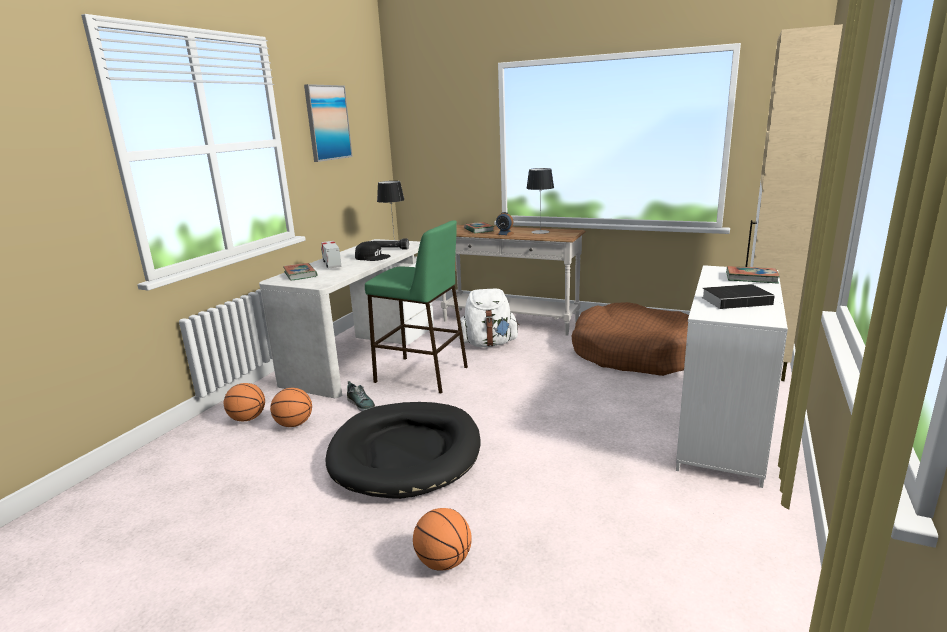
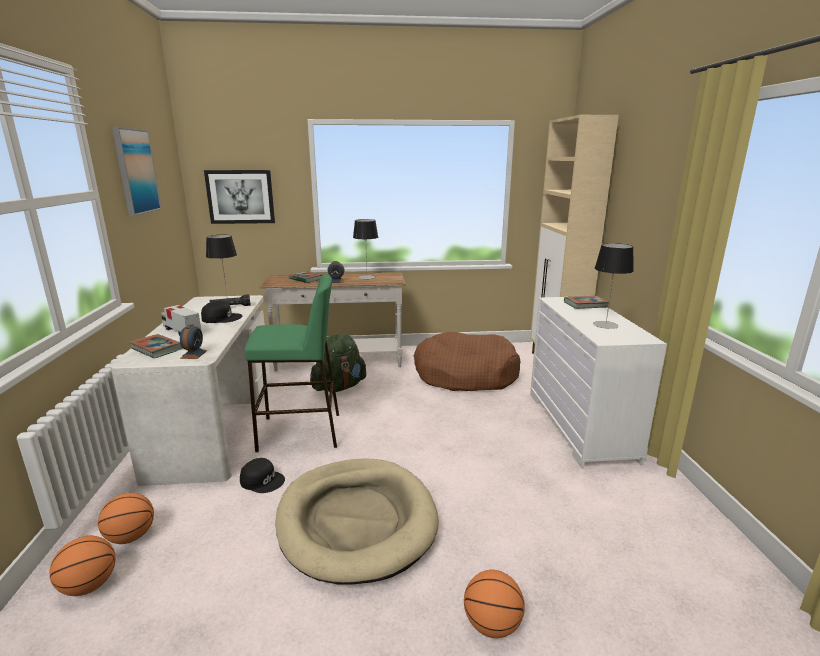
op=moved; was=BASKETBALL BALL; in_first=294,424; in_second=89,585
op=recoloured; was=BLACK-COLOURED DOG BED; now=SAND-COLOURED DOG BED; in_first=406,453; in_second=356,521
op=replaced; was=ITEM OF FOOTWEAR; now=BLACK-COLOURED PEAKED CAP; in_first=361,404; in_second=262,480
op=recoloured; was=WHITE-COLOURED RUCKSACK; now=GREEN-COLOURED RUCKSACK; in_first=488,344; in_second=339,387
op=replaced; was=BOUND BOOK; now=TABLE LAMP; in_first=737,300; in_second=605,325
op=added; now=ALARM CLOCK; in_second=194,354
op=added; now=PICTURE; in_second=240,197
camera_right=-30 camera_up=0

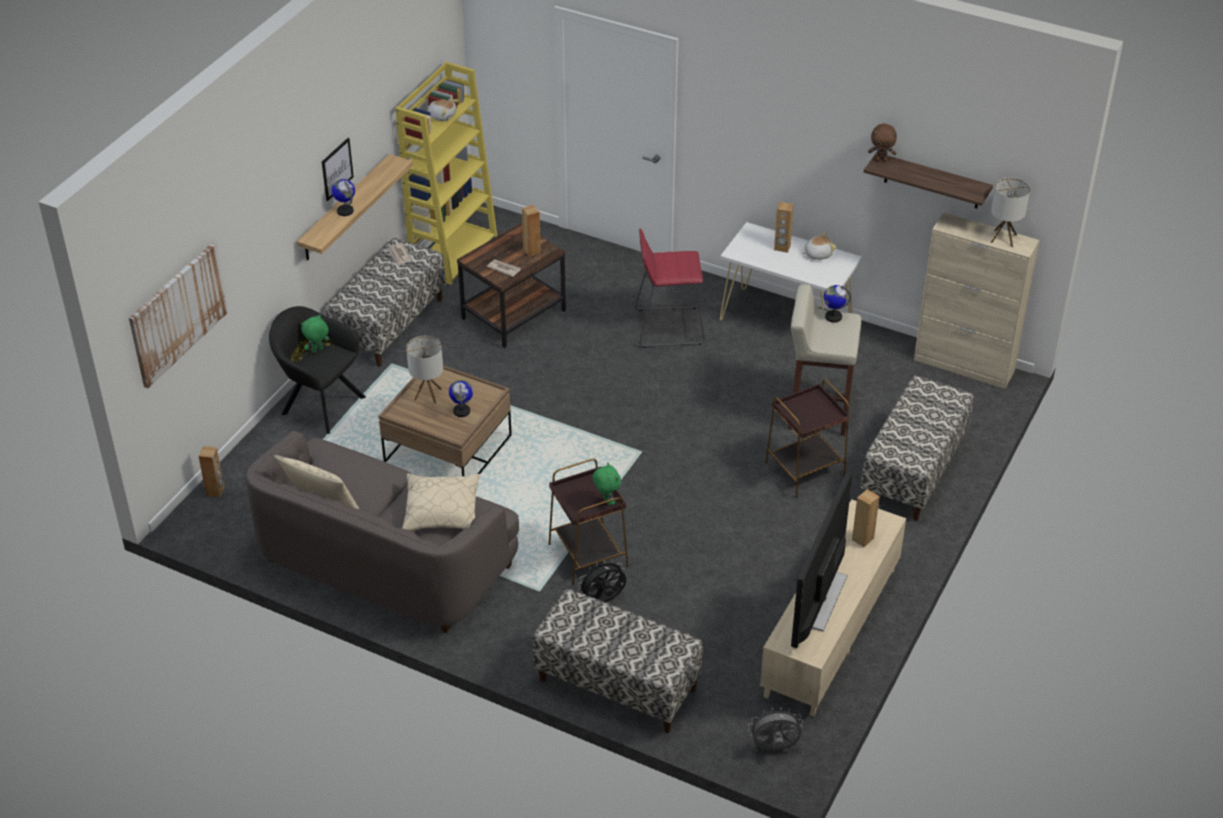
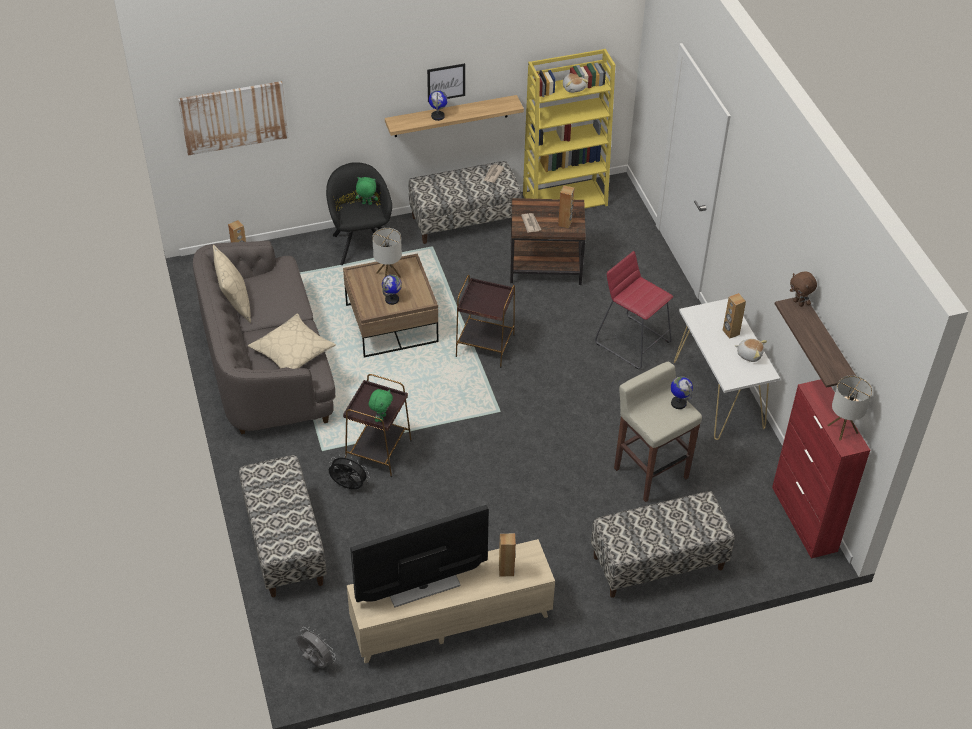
op=moved; was=BROWNISH END TABLE; in_first=805,470; in_second=485,346
op=recoloured; was=SAND-COLOURED CABINET; now=REDDISH CABINET; in_first=964,365; in_second=804,519
camera_right=45 camera_up=5

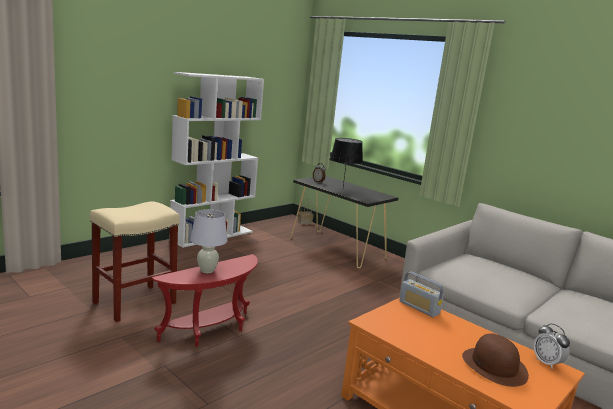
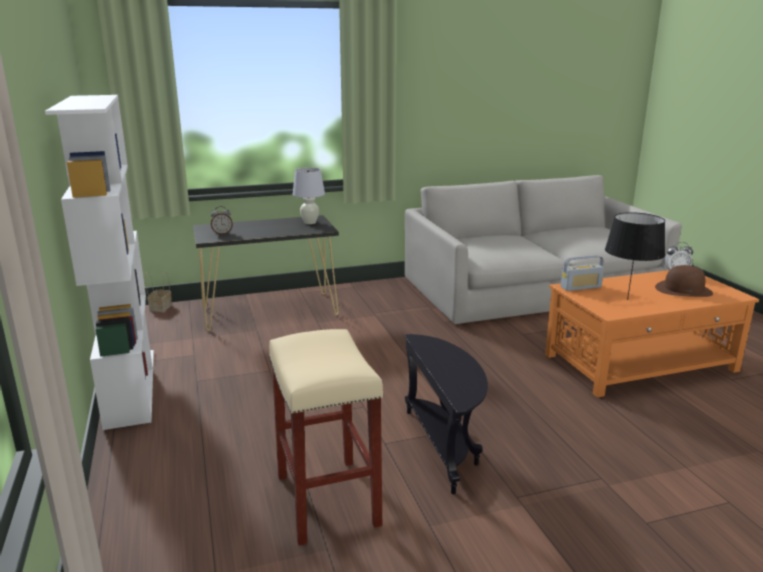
op=recoloured; was=REDDISH END TABLE; now=BLACK-COLOURED END TABLE; in_first=211,331; in_second=444,446
op=moved; was=WHITE-COLOURED TABLE LAMP; in_first=207,270; in_second=309,222
op=moved; was=BLACK-COLOURED TABLE LAMP; in_first=342,189; in_second=627,299
camera_right=-60 camera_up=5

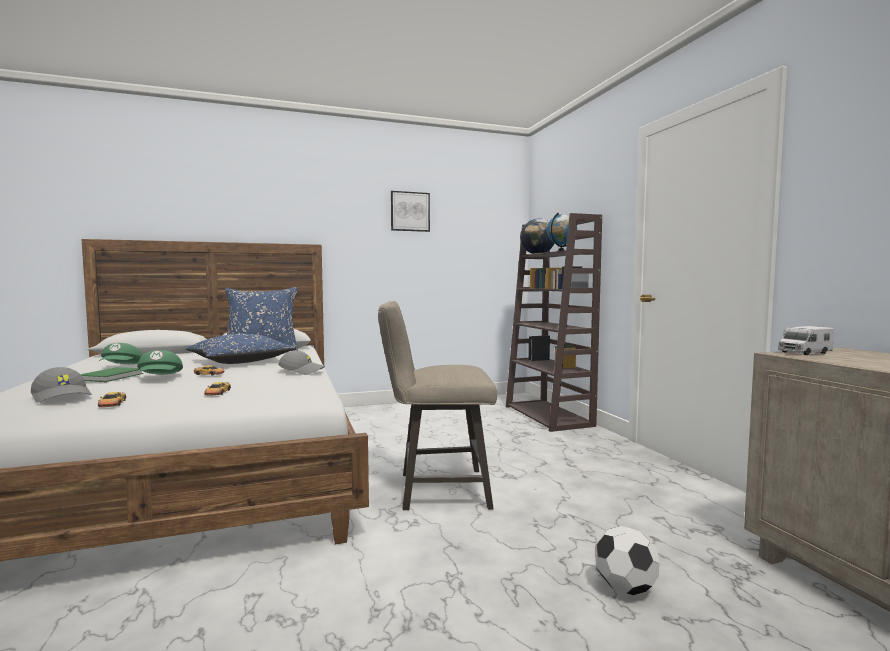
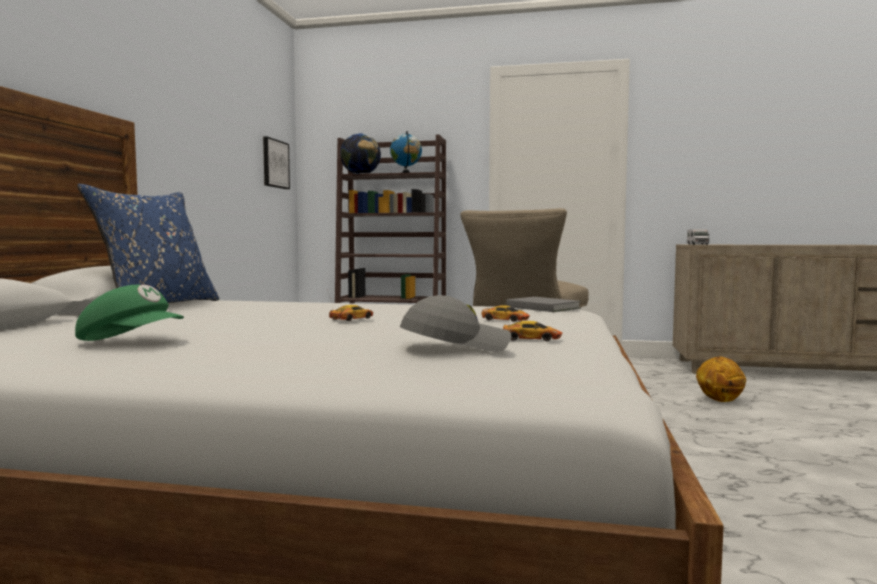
op=removed; was=GREEN-COLOURED BOUND BOOK; in_first=113,376
op=removed; was=GREEN-COLOURED PEAKED CAP; in_first=161,378
op=removed; was=BLUE-COLOURED PILLOW; in_first=240,362
op=removed; was=GREY PEAKED CAP; in_first=302,371
op=moved; was=PICTURE; in_first=410,211; in_second=275,164
op=replaced; was=FOOTBALL BALL; now=BASKETBALL BALL; in_first=625,588; in_second=719,400
op=added; now=GREY BOUND BOOK; in_second=542,307
camera_right=-60 camera_up=0

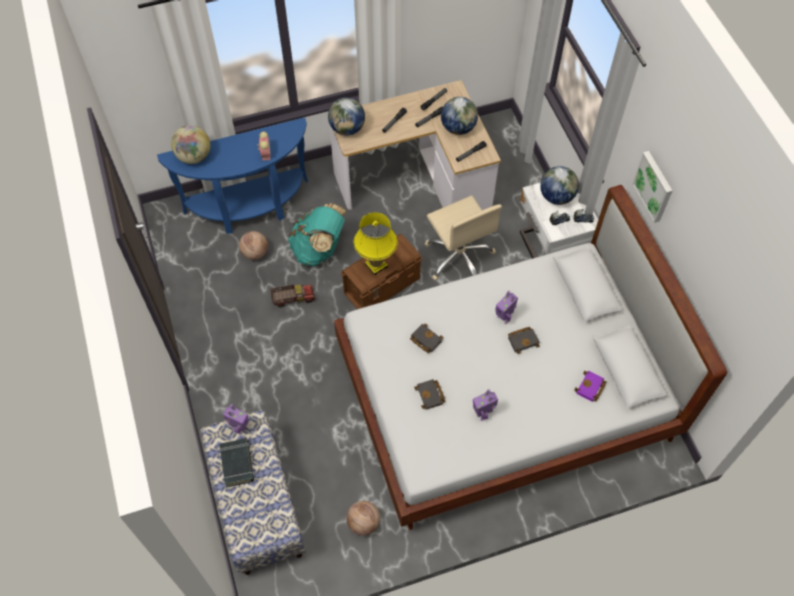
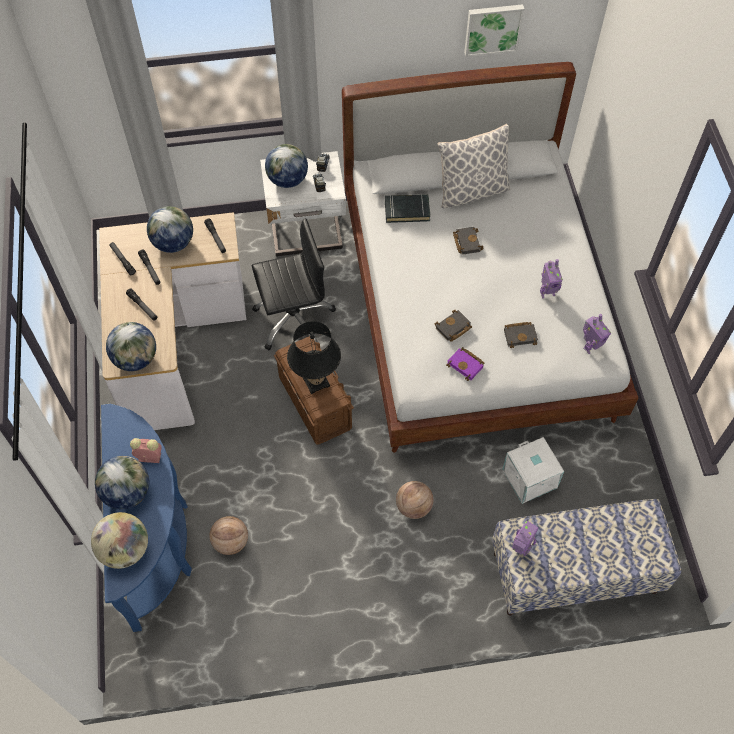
op=moved; was=BLACK-COLOURED BOUND BOOK; in_first=237,464; in_second=407,210
op=removed; was=TOY TRUCK; in_first=293,298
op=removed; was=TURQUOISE-COLOURED RUCKSACK; in_first=319,249
op=moved; was=BASKETBALL BALL; in_first=363,522; in_second=413,507
op=recoloured; was=YELLOW-COLOURED TABLE LAMP; now=BLACK-COLOURED TABLE LAMP; in_first=376,265; in_second=316,382
op=recoloured; was=SAND-COLOURED DESK CHAIR; now=BLACK-COLOURED DESK CHAIR; in_first=459,257; in_second=294,319
op=moved; was=ROBOT FIGURE; in_first=504,317; in_second=590,347
op=moved; was=PURPLE BOUND BOOK; in_first=590,388; in_second=466,365
op=moved; was=PICTURE; in_first=654,186; in_second=492,28
op=added; now=WORLD GLOBE; in_second=127,493
op=added; now=PILLOW; in_second=472,191
op=added; now=WHITE-COLOURED STORAGE BIN; in_second=530,478
camera_right=-80 camera_up=0

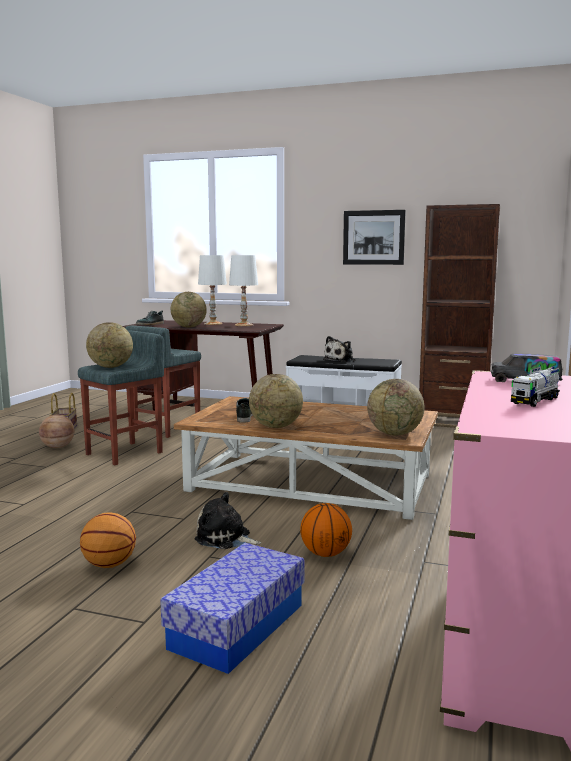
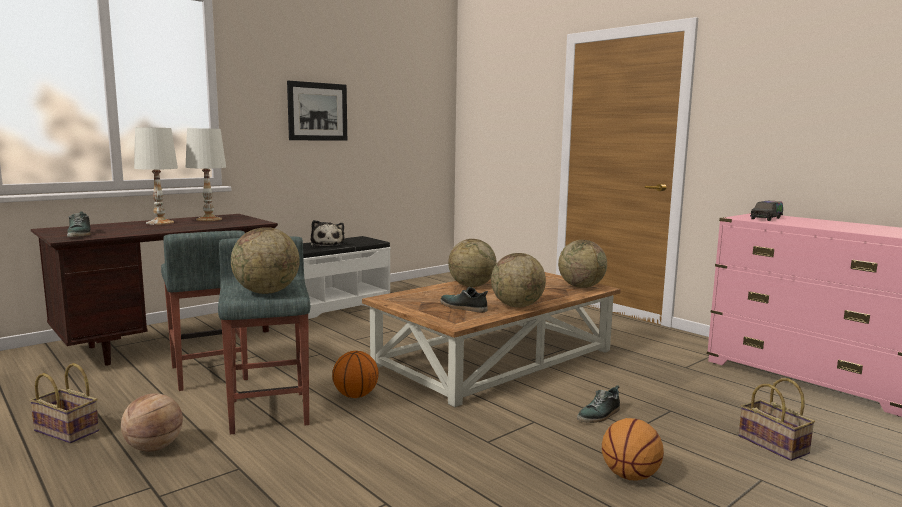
op=replaced; was=STORAGE BIN; now=HOUSEHOLD BASKET; in_first=237,626; in_second=775,445
op=moved; was=WORLD GLOBE; in_first=189,327; in_second=471,286
op=replaced; was=SOFT TOY; now=ITEM OF FOOTWEAR; in_first=225,538; in_second=599,415
op=moved; was=BASKETBALL BALL; in_first=326,554; in_second=355,395
op=removed; was=BROWNISH SHELVING UNIT; in_first=453,422
op=removed; was=TOY TRUCK; in_first=535,400
camera_right=-60 camera_up=0

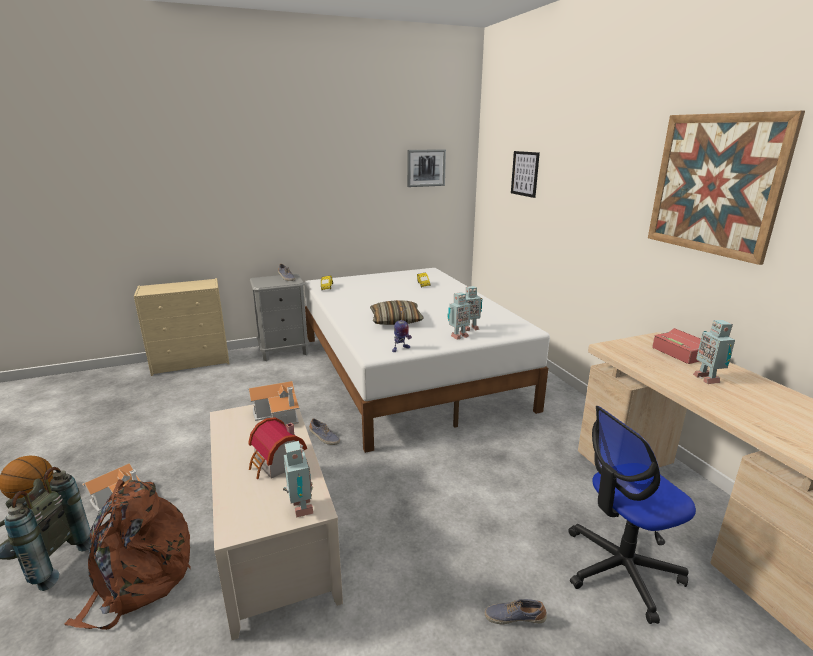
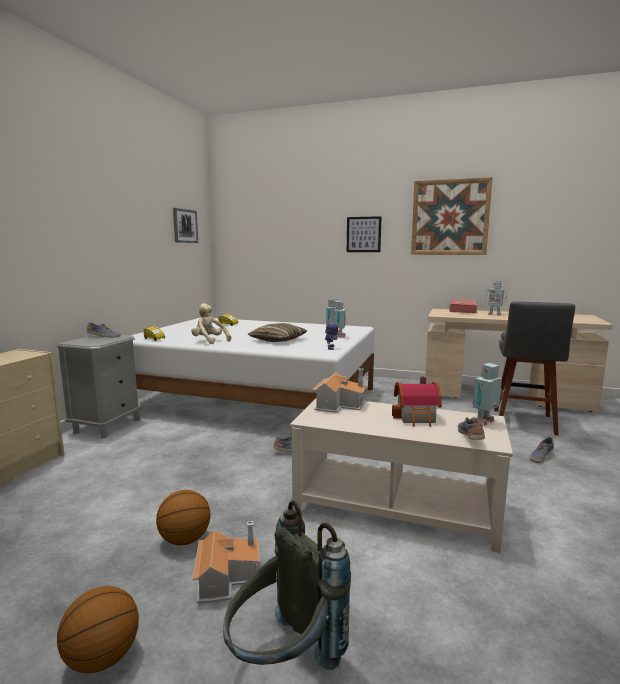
op=removed; was=BROWNISH RUCKSACK; in_first=139,578
op=turned; was=ROBOT FIGURE; in_first=300,509; in_second=485,422; clockwise=-60
op=moved; was=PICTURE; in_first=525,173; in_second=363,234
op=replaced; was=DESK CHAIR; now=GREY STOOL SEAT; in_first=620,569; in_second=524,423
op=added; now=BASKETBALL BALL; in_second=184,540
op=added; now=SAND-COLOURED SOFT TOY; in_second=209,341
op=added; now=ITEM OF FOOTWEAR; in_second=471,437
camera_right=-50 camera_up=-10

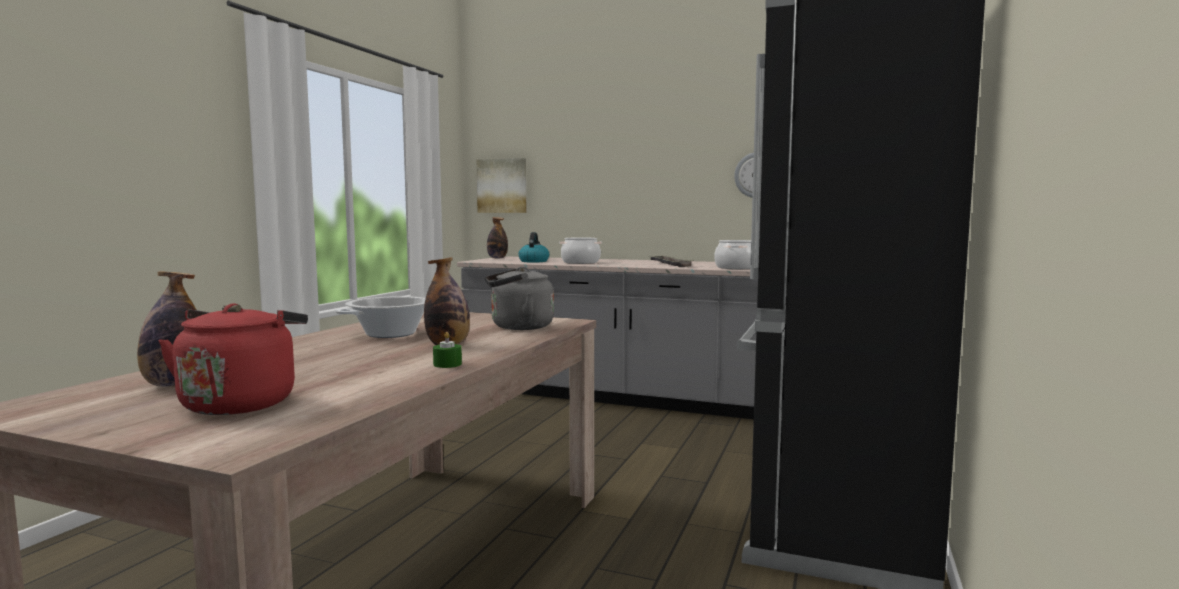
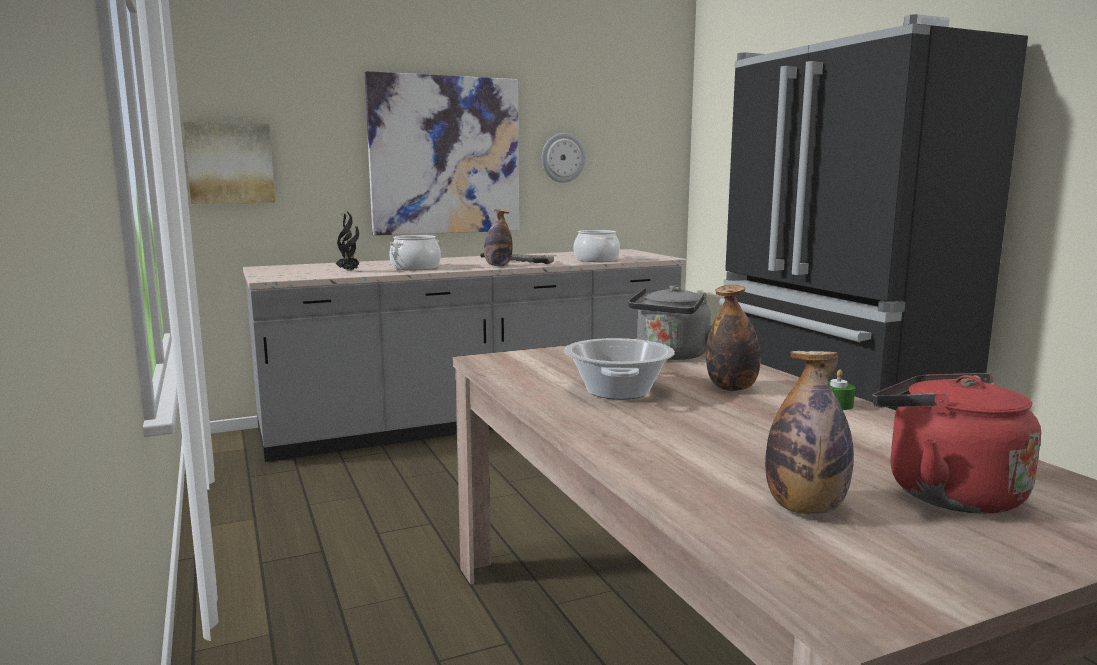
op=moved; was=DRINK BOTTLE; in_first=497,258; in_second=498,266
op=replaced; was=TEA KETTLE; now=POTTED PLANT; in_first=533,261; in_second=350,271
op=added; now=PICTURE; in_second=445,155
camera_right=-45 camera_up=5

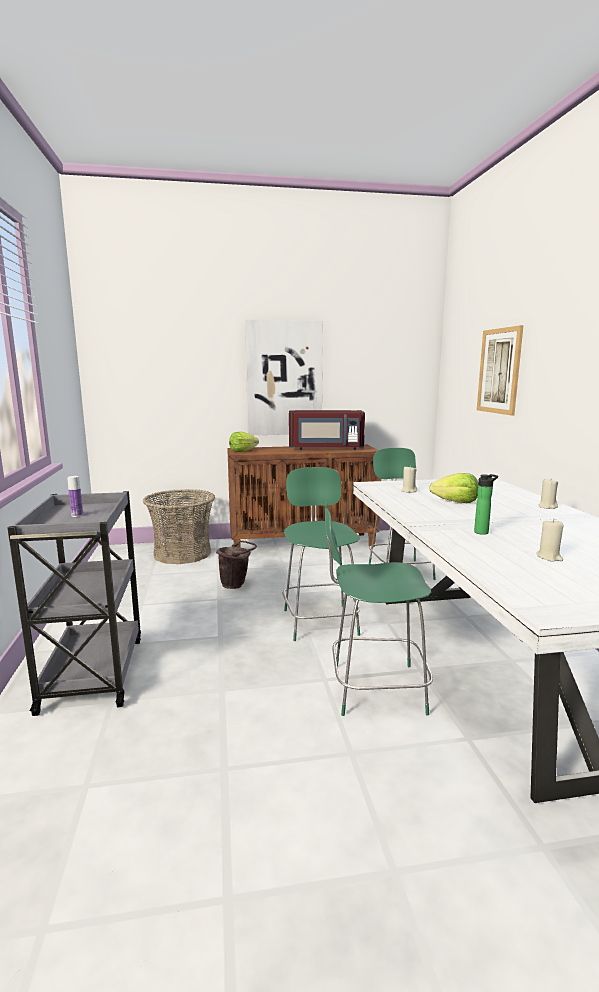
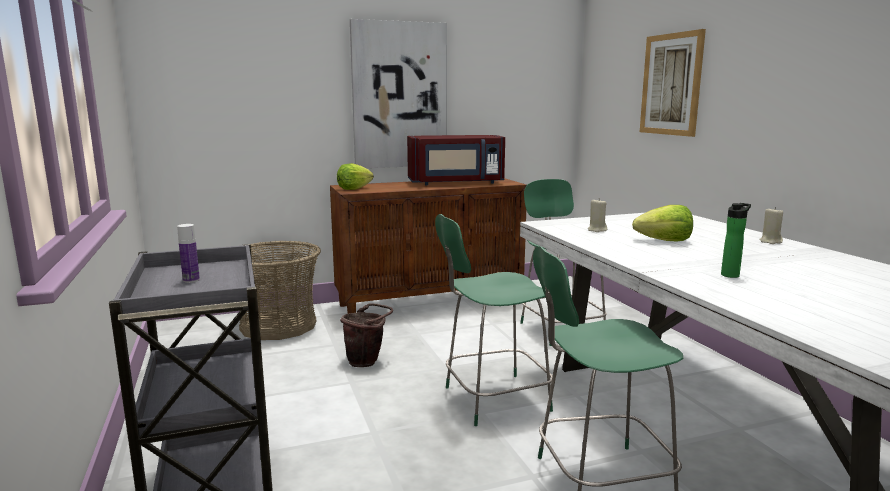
op=turned; was=GREEN-COLOURED UPRIGHT CHAIR; in_first=319,620; in_second=492,399; clockwise=-90
op=removed; was=SAND-COLOURED CANDLE; in_first=549,557
camera_right=-10 camera_up=0

